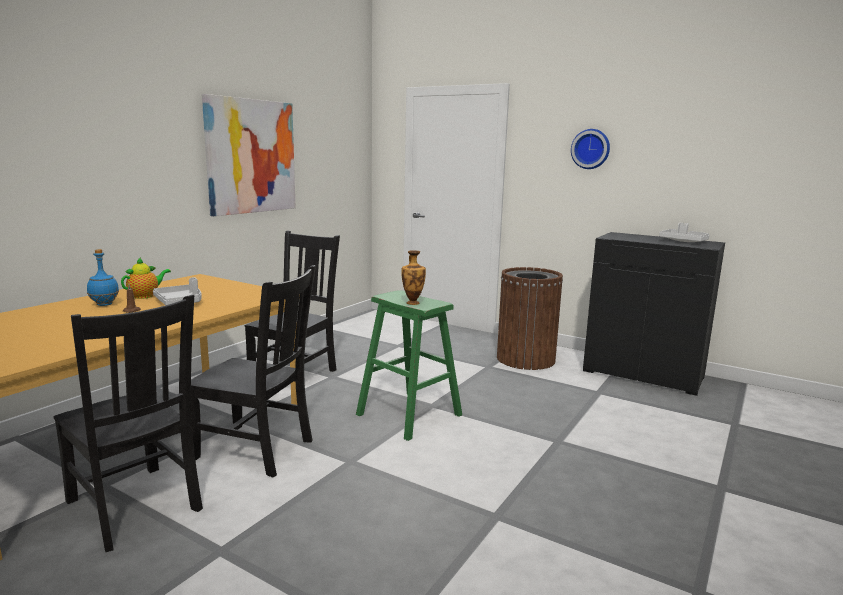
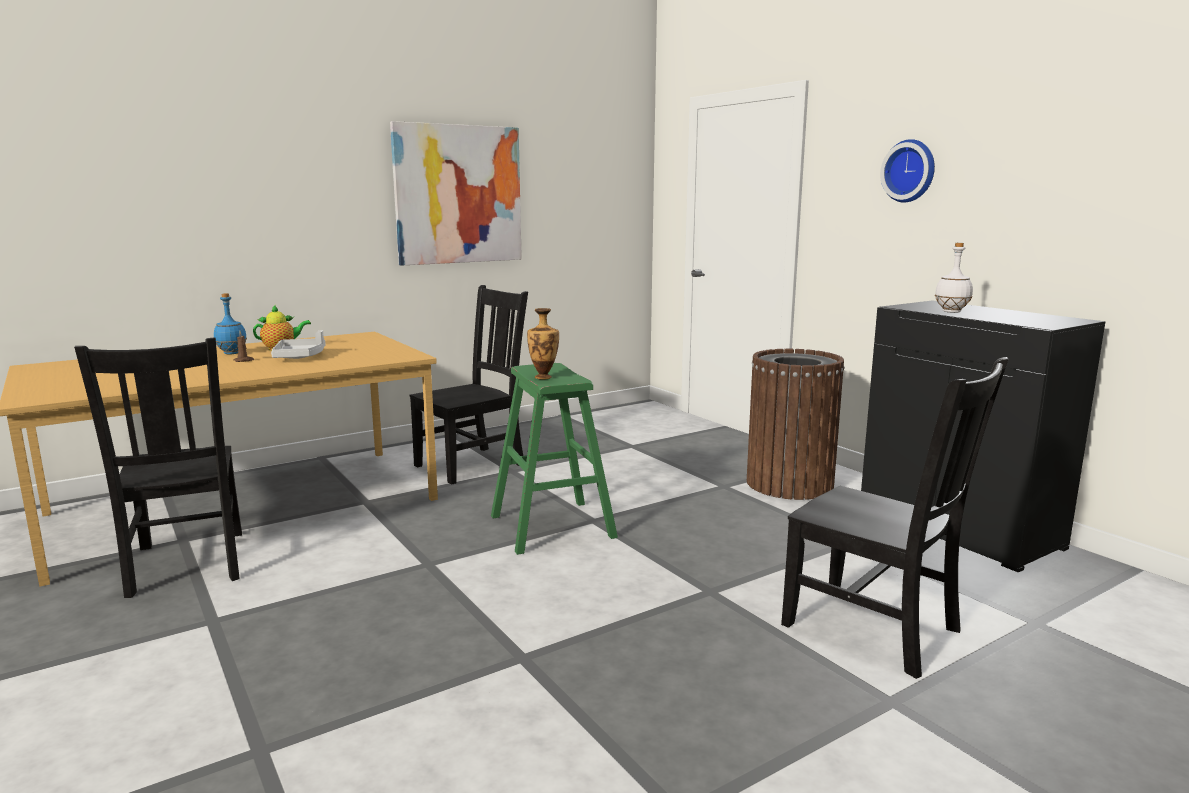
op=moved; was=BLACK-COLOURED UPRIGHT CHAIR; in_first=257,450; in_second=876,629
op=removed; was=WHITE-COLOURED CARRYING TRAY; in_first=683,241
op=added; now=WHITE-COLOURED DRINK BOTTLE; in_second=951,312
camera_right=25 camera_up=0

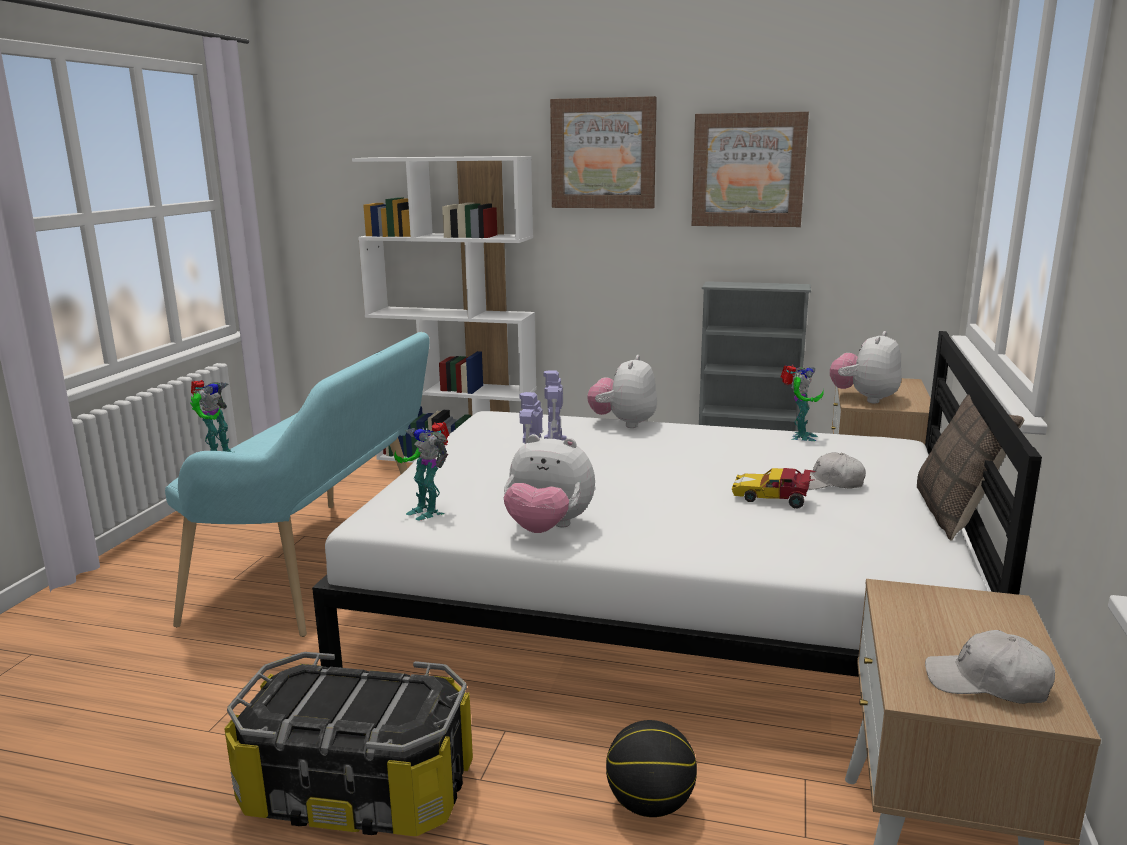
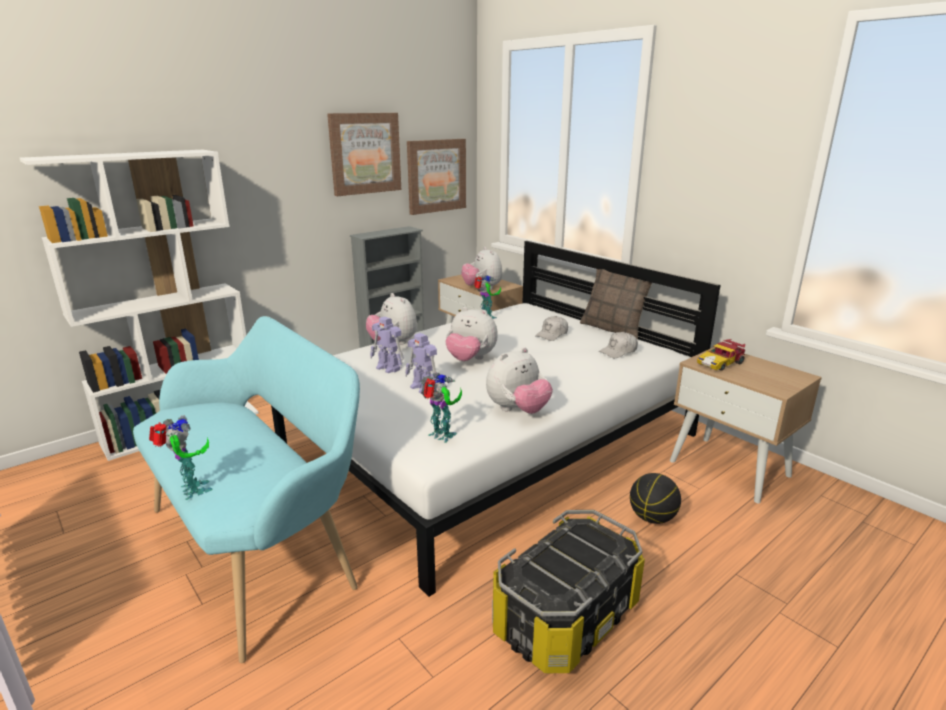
op=turned; was=ROBOT FIGURE; in_first=427,511; in_second=442,436; clockwise=-135
op=moved; was=PICTURE; in_first=603,153; in_second=436,176
op=moved; was=TOY CAR; in_first=773,498; in_second=720,363
op=moved; was=WHITE-COLOURED PEAKED CAP; in_first=987,683; in_second=618,351
op=added; now=SOFT TOY; in_second=470,359
camera_right=-55 camera_up=5

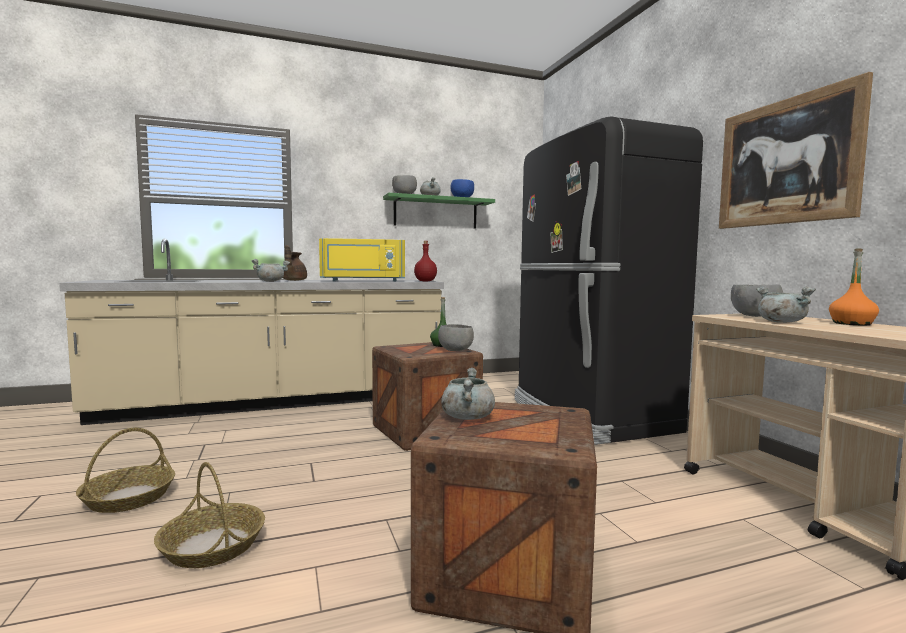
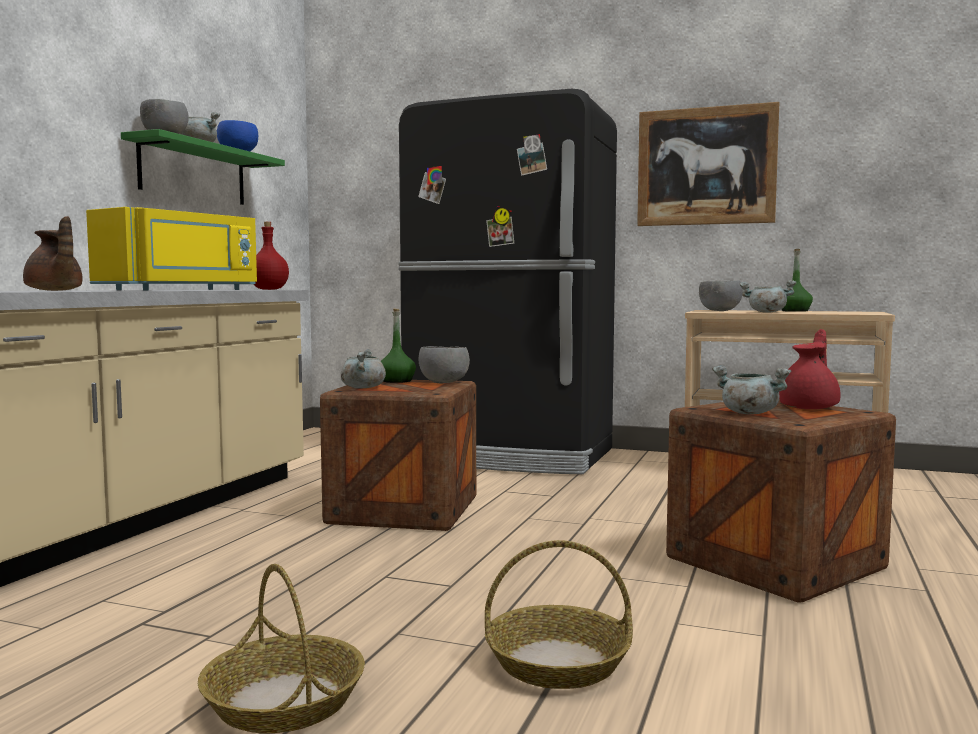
op=moved; was=GREY SAUCEPOT; in_first=271,281; in_second=362,387
op=recoloured; was=ORANGE DRINK BOTTLE; now=GREEN-COLOURED DRINK BOTTLE; in_first=851,323; in_second=794,311
op=added; now=REDDISH TEAPOT; in_second=810,408
camera_right=-50 camera_up=0

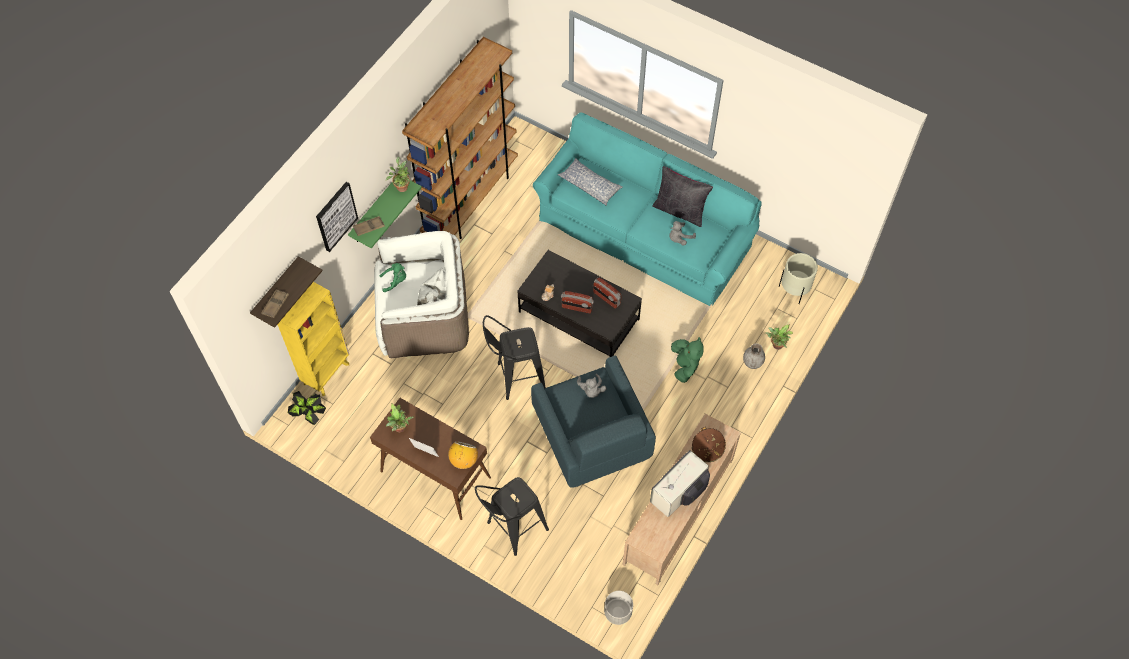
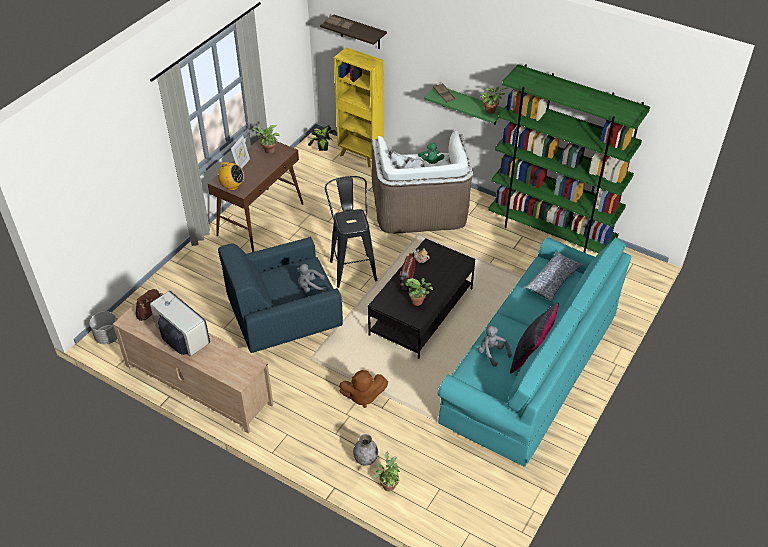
op=removed; was=PICTURE; in_first=336,216
op=recoloured; was=BROWNISH SHELVING UNIT; now=GREEN-COLOURED SHELVING UNIT; in_first=470,200; in_second=551,233
op=removed; was=BLACK-COLOURED STOOL SEAT; in_first=512,530
op=replaced; was=RADIO SET; now=POTTED PLANT; in_first=606,298; in_second=418,301
op=recoloured; was=GREEN-COLOURED SOFT TOY; now=BROWNISH SOFT TOY; in_first=685,365; in_second=363,396
op=moved; was=BROWNISH WEARABLE HAT; in_first=707,449; in_second=150,312
op=removed; was=SAND-COLOURED PLANT POT; in_first=794,290
camera_right=90 camera_up=-15

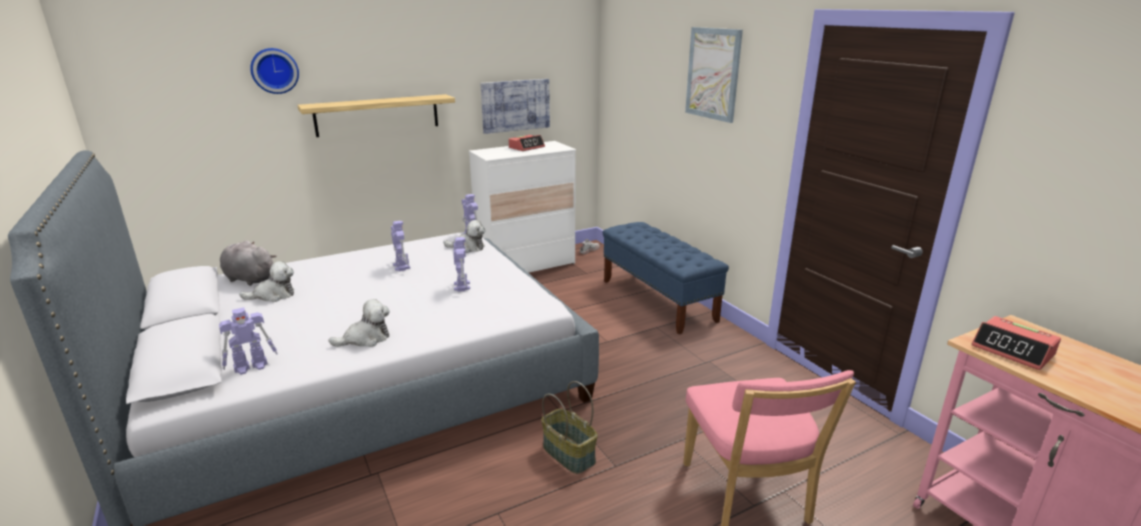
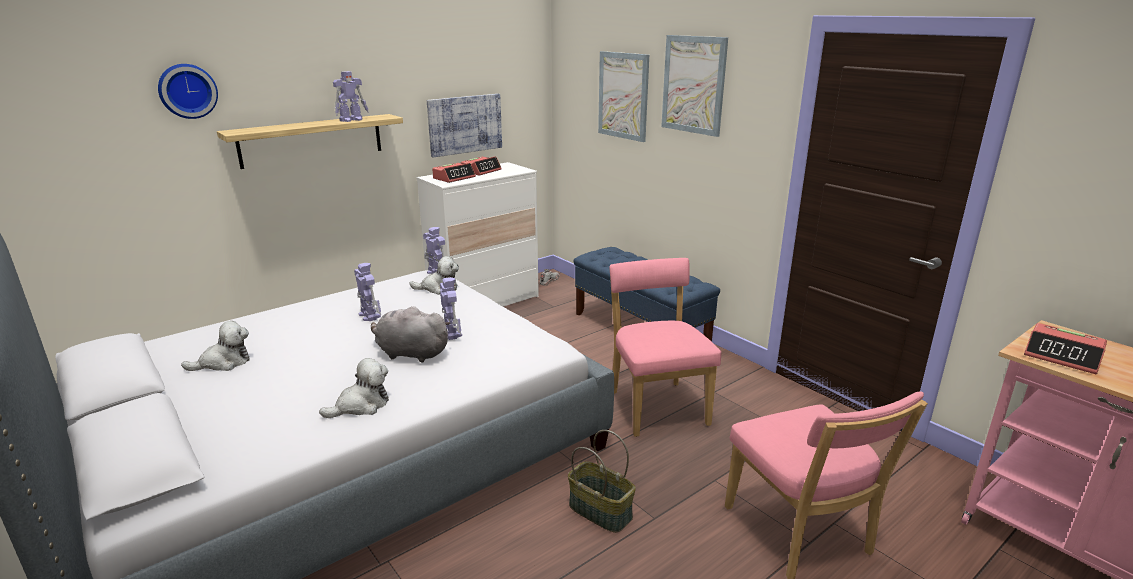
op=moved; was=ROBOT FIGURE; in_first=252,366; in_second=352,120
op=moved; was=GREY SOFT TOY; in_first=249,279; in_second=410,353
op=added; now=ALARM CLOCK; in_second=454,178
op=added; now=PICTURE; in_second=623,96
op=added; now=PINK-COLOURED UPRIGHT CHAIR; in_second=656,405
camera_right=-10 camera_up=0

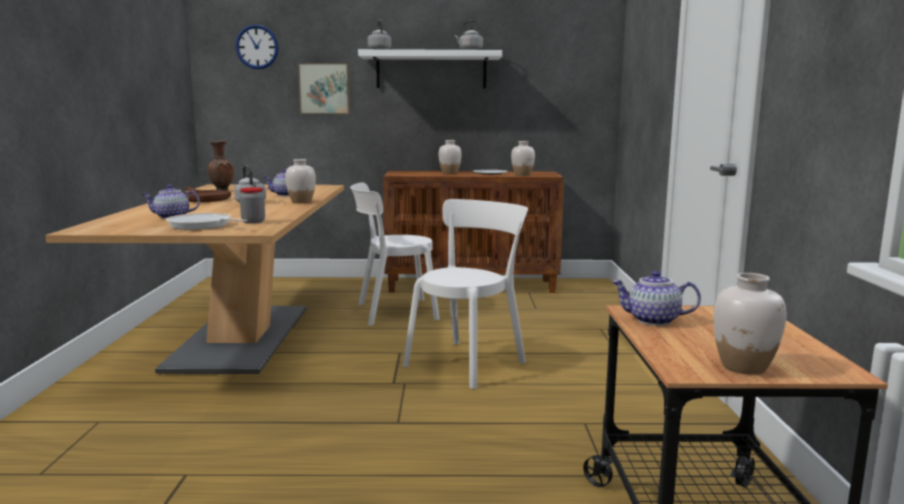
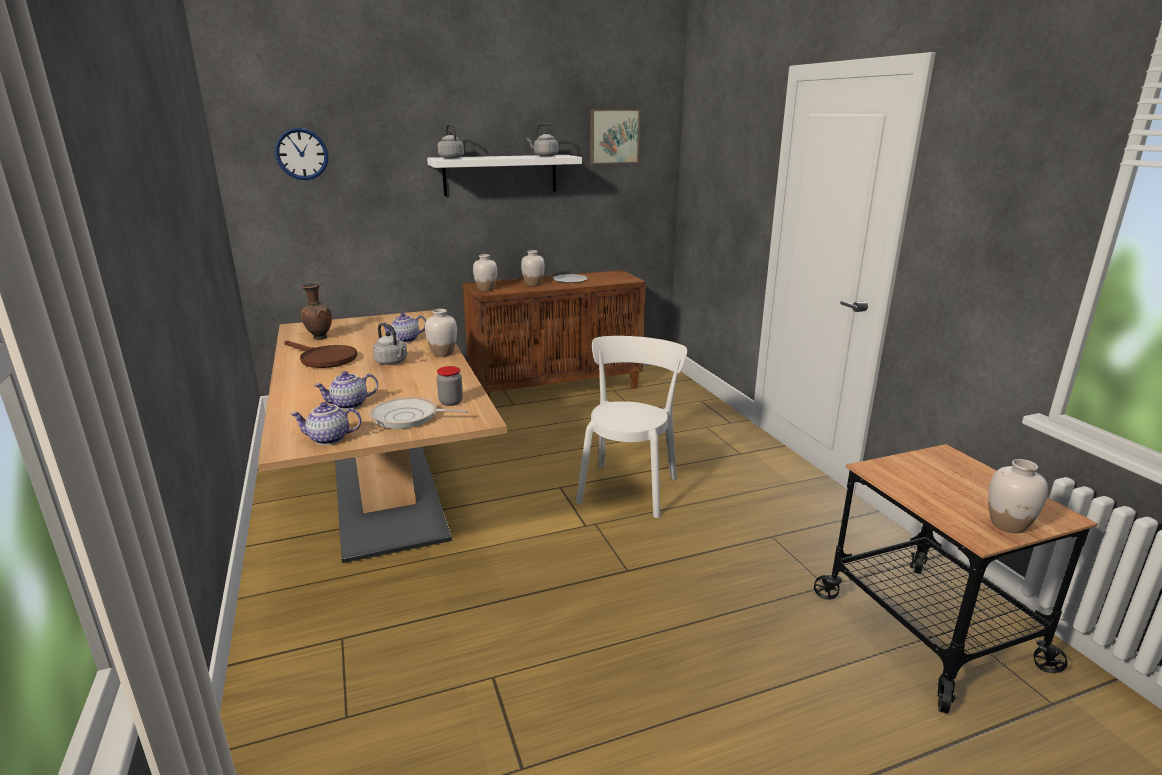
op=moved; was=PICTURE; in_first=324,88; in_second=613,136
op=removed; was=WHITE-COLOURED UPRIGHT CHAIR; in_first=392,312
op=moved; was=WHITE-COLOURED DECORATIVE VASE; in_first=522,175; in_second=486,289
op=moved; was=TEAPOT; in_first=653,320; in_second=328,439
camera_right=-20 camera_up=10

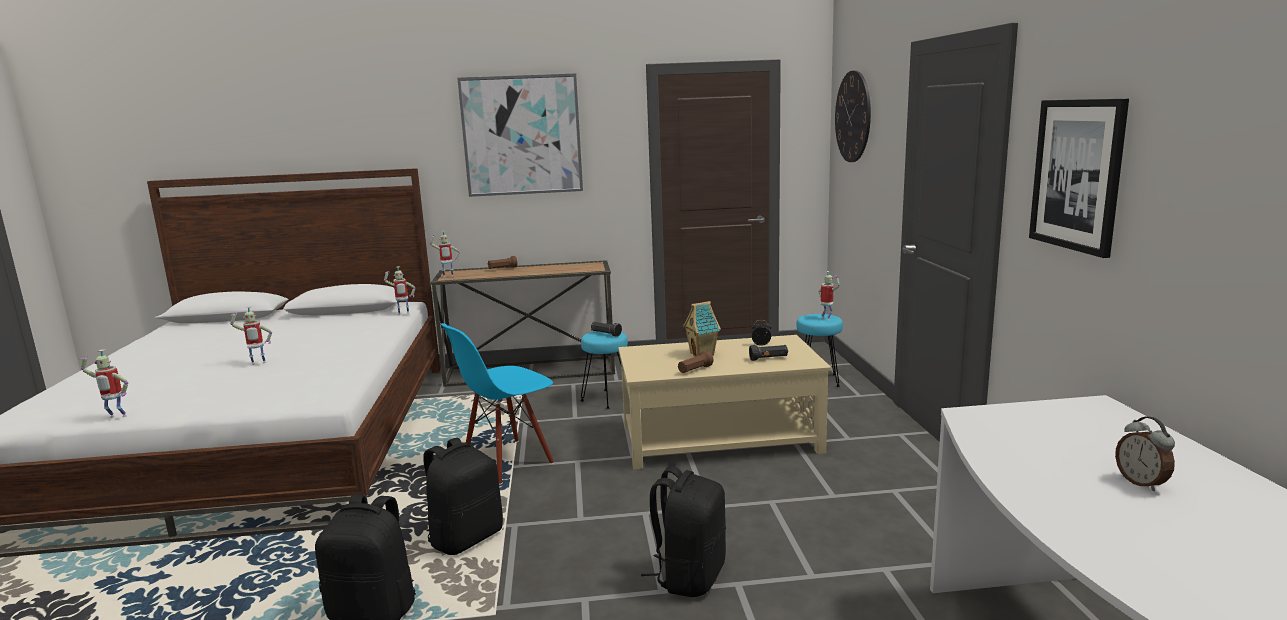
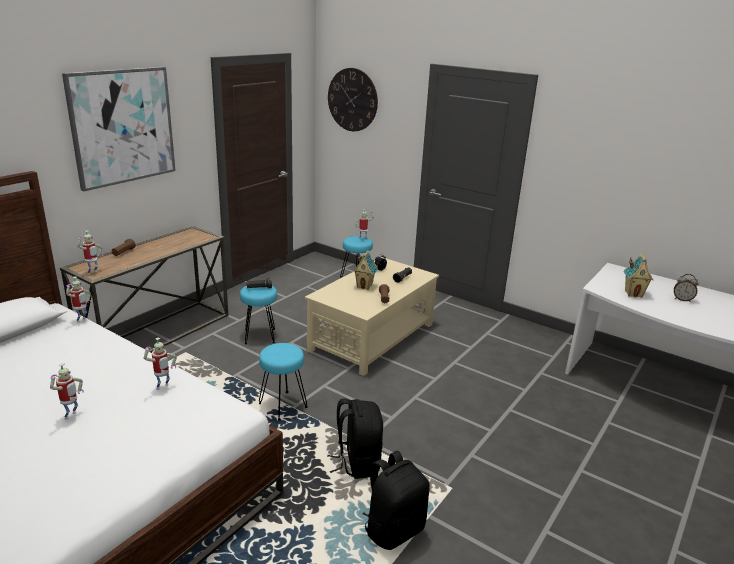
op=moved; was=ROBOT FIGURE; in_first=116,417; in_second=163,388
op=replaced; was=BLUE-COLOURED UPRIGHT CHAIR; now=TURQUOISE-COLOURED STOOL SEAT; in_first=507,461; in_second=282,406
op=removed; was=BLACK-COLOURED RUCKSACK; in_first=689,576
op=removed; was=PICTURE; in_first=1077,175
op=added; now=MODEL HOUSE; in_second=633,294
camera_right=-50 camera_up=10

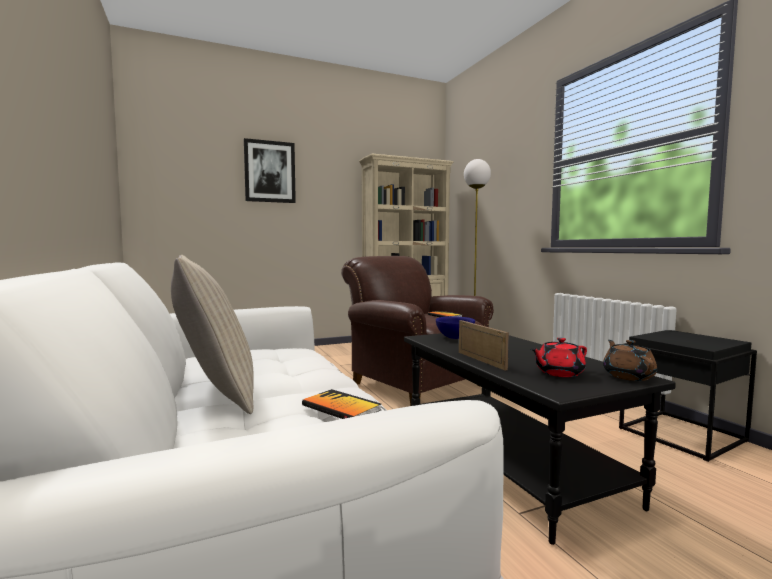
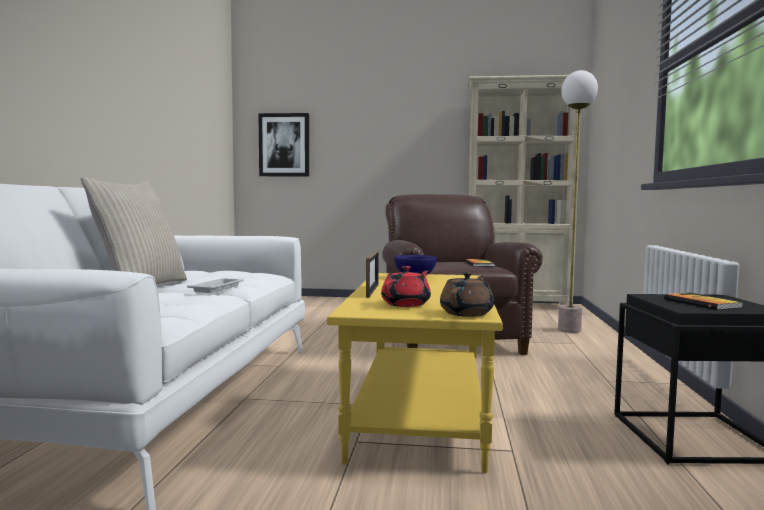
op=moved; was=PICTURE; in_first=270,172; in_second=284,145
op=moved; was=BOUND BOOK; in_first=341,407; in_second=701,303
op=recoloured; was=BLACK-COLOURED LOW TABLE; now=YELLOW-COLOURED LOW TABLE; in_first=507,462; in_second=418,411
op=turned; was=REDDISH TEAPOT; in_first=558,373; in_second=406,304; clockwise=120
op=added; now=WHITE-COLOURED CARRYING TRAY; in_second=217,288
camera_right=30 camera_up=0

